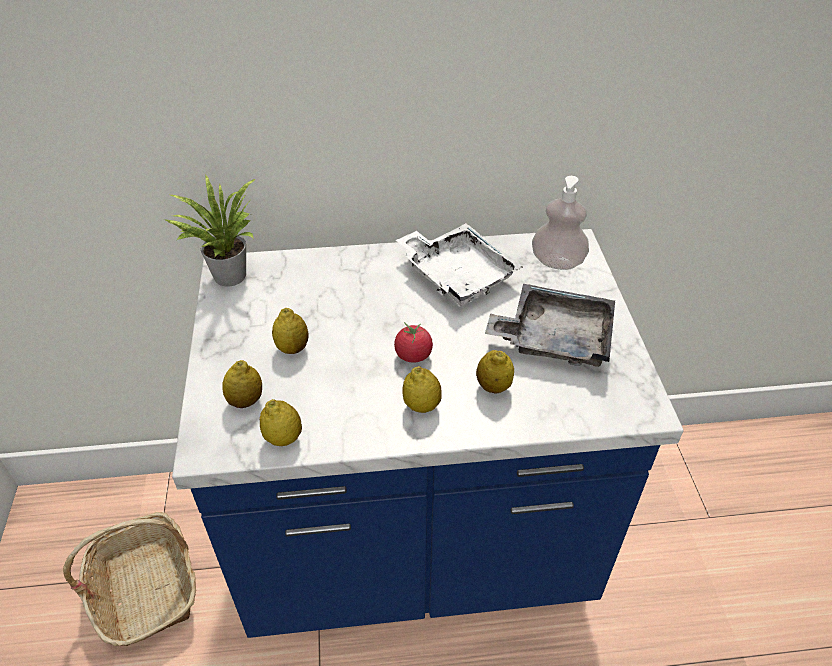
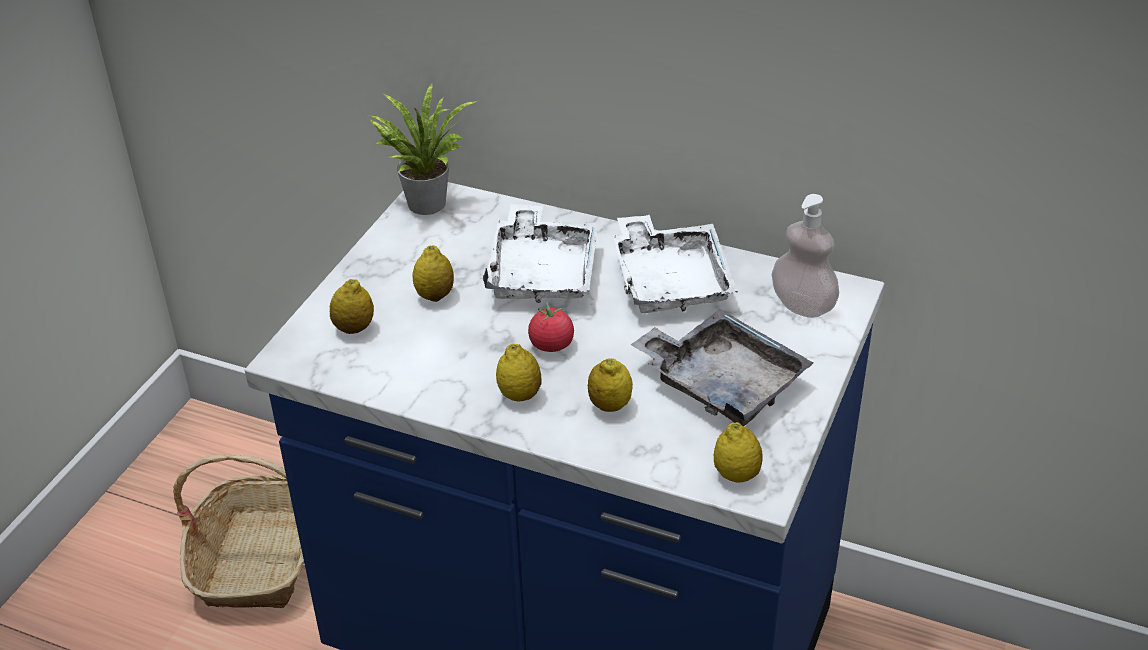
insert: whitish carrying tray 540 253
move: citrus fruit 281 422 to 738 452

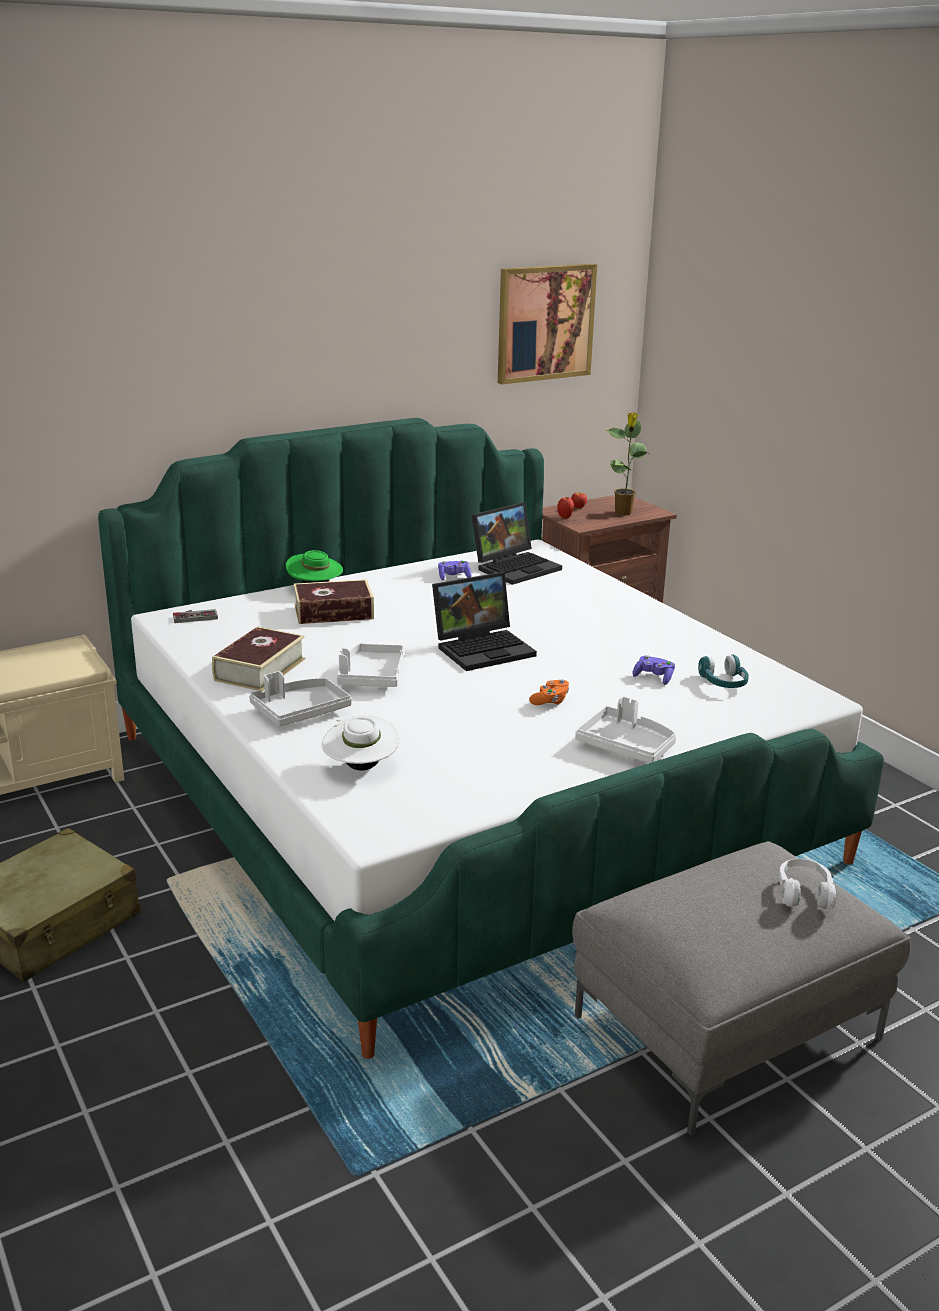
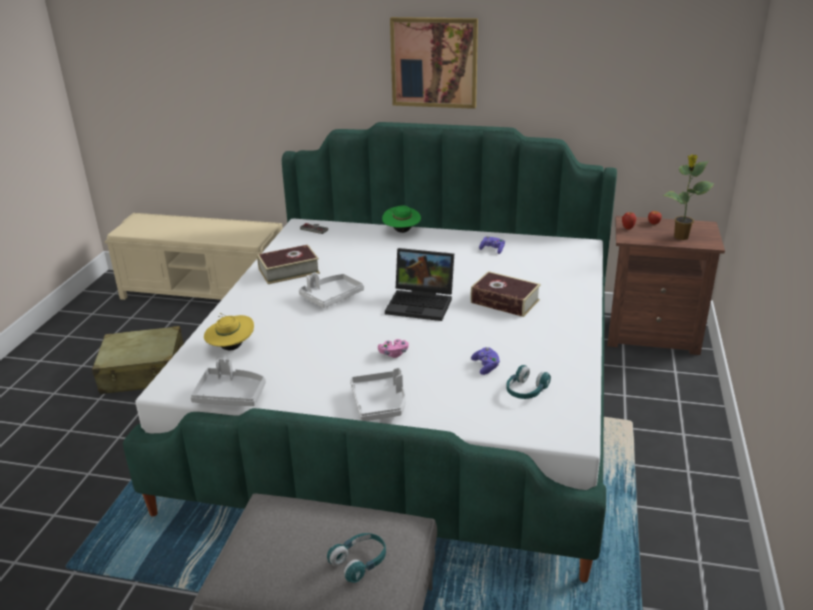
delete: laptop 516 543
move: gray carrying tray 300 698 to 228 382; wall picture 547 324 to 434 63; book 334 601 to 506 294
recolor: whitish clothing hat 361 743 to yellow clothing hat 229 331; whitish pair of headphones 808 884 to blue-green pair of headphones 356 558; orange game controller 549 692 to pink-coloured game controller 393 348

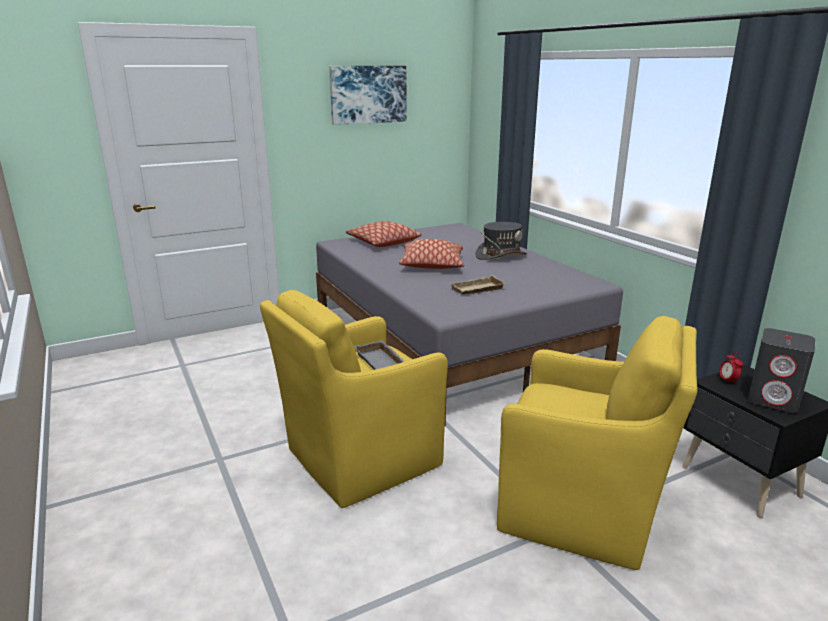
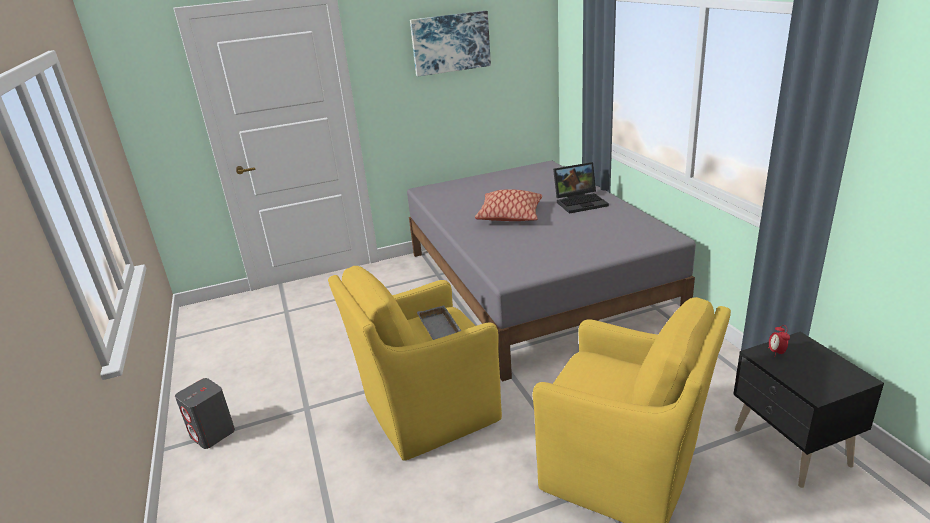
delete: throw pillow 384 234; beige-coloured carrying tray 478 285
move: gray loudspeaker 781 370 to 205 413
replace: gray clothing hat 501 241 to laptop 581 188

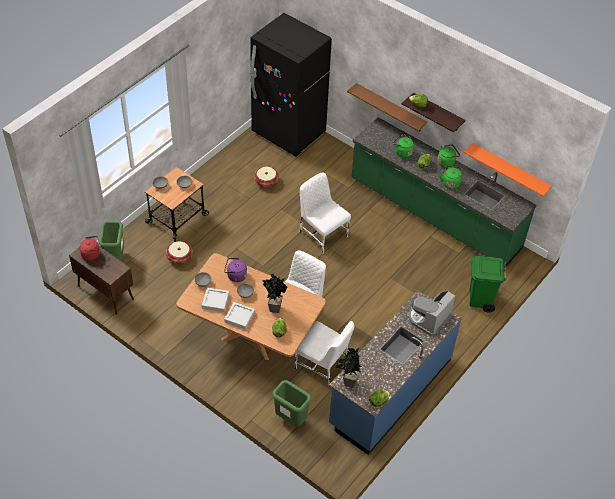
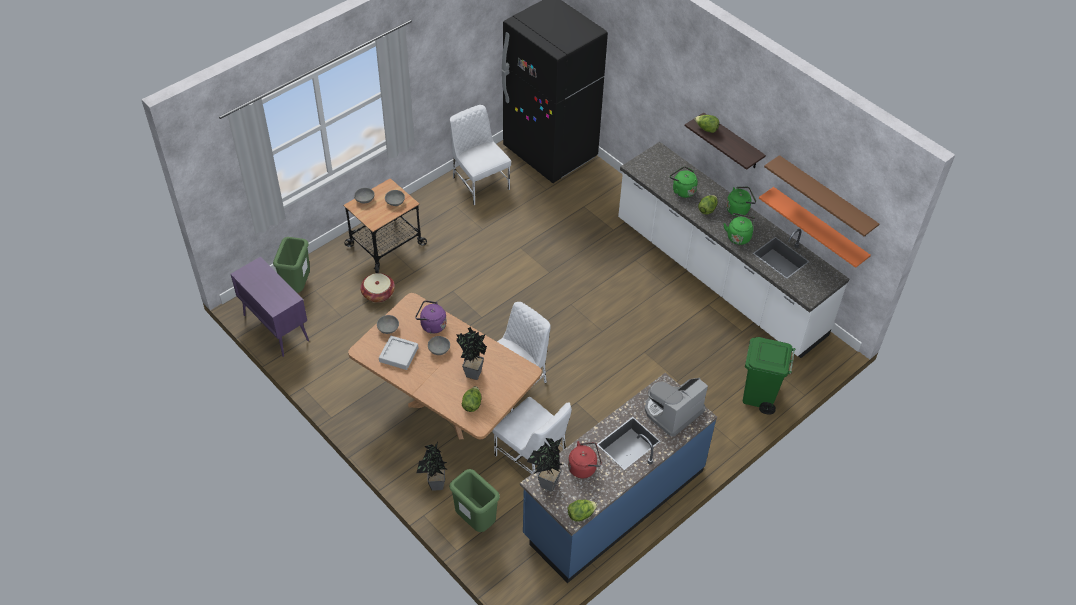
delete: gray carrying tray 239 316; storage basket 266 177
insert: houseplant 432 466
move: whitish chair 325 213 to 480 155; reddish water kettle 90 248 to 585 459; brownish shelf 387 107 to 821 195
recolor: brownish cabinet 101 280 to purple cabinet 270 307; green kitchen base unit 444 192 to whitish kitchen base unit 733 250

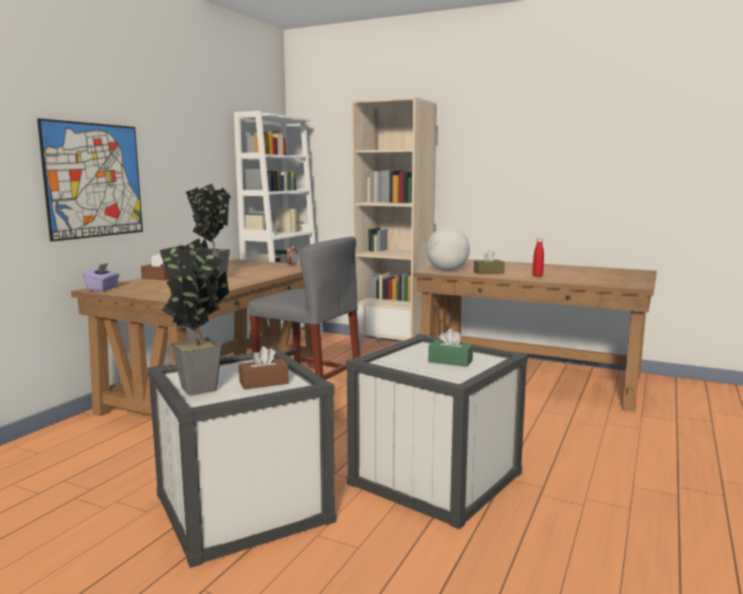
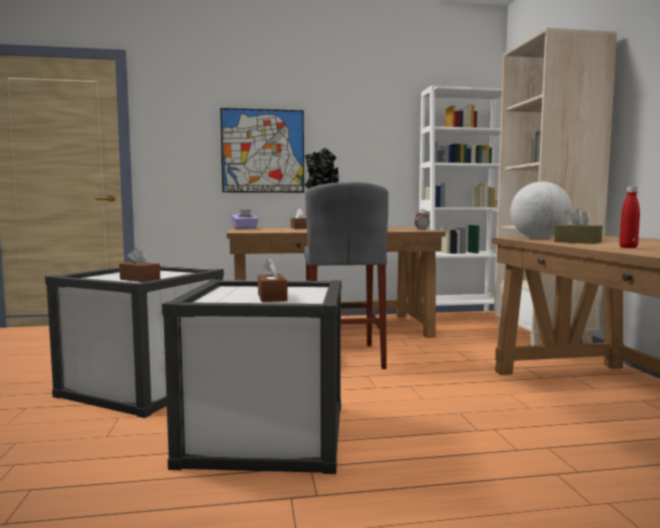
delete: houseplant 194 317
recolor: green tissue box 450 347 to brownish tissue box 273 280

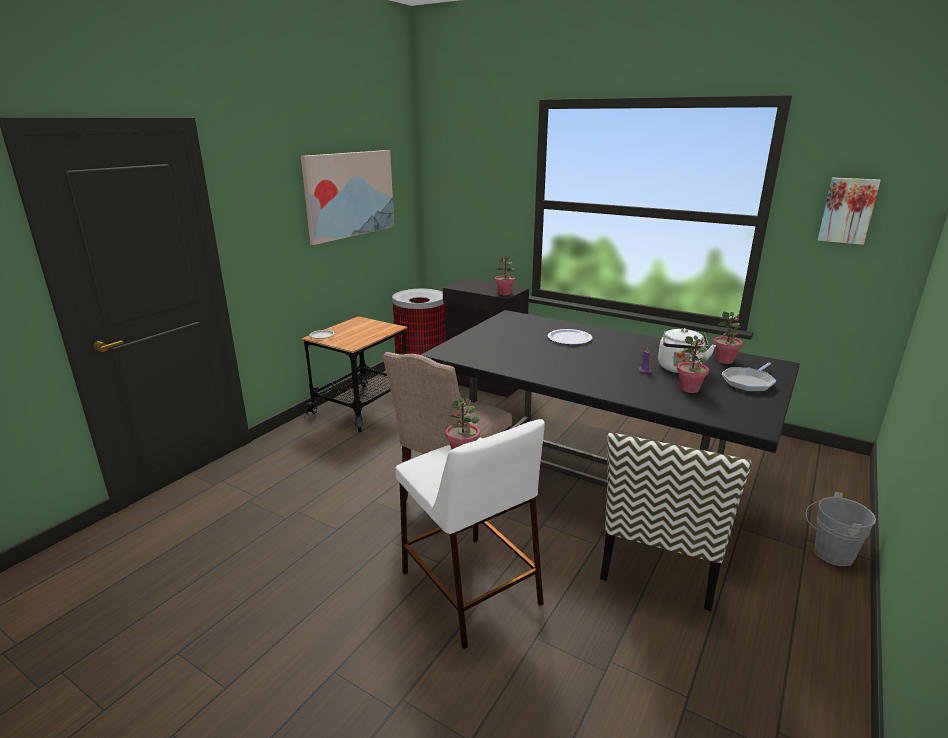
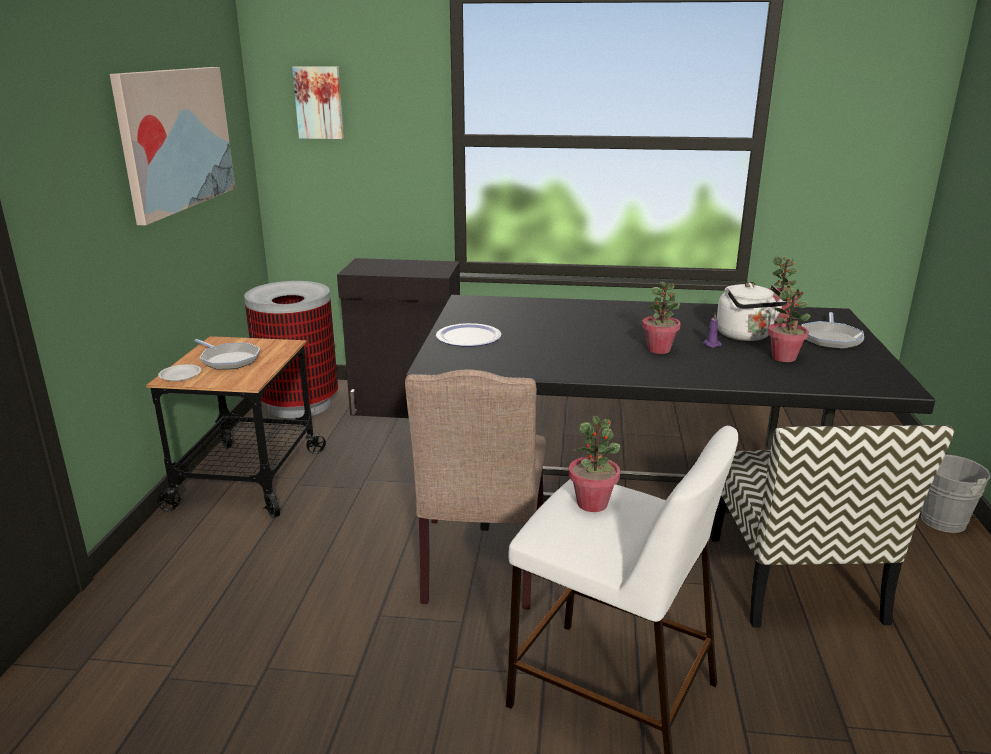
insert: frying pan 227 354
move: wall picture 849 211 to 318 102; flat dish 570 337 to 469 335; houseplant 505 275 to 661 318

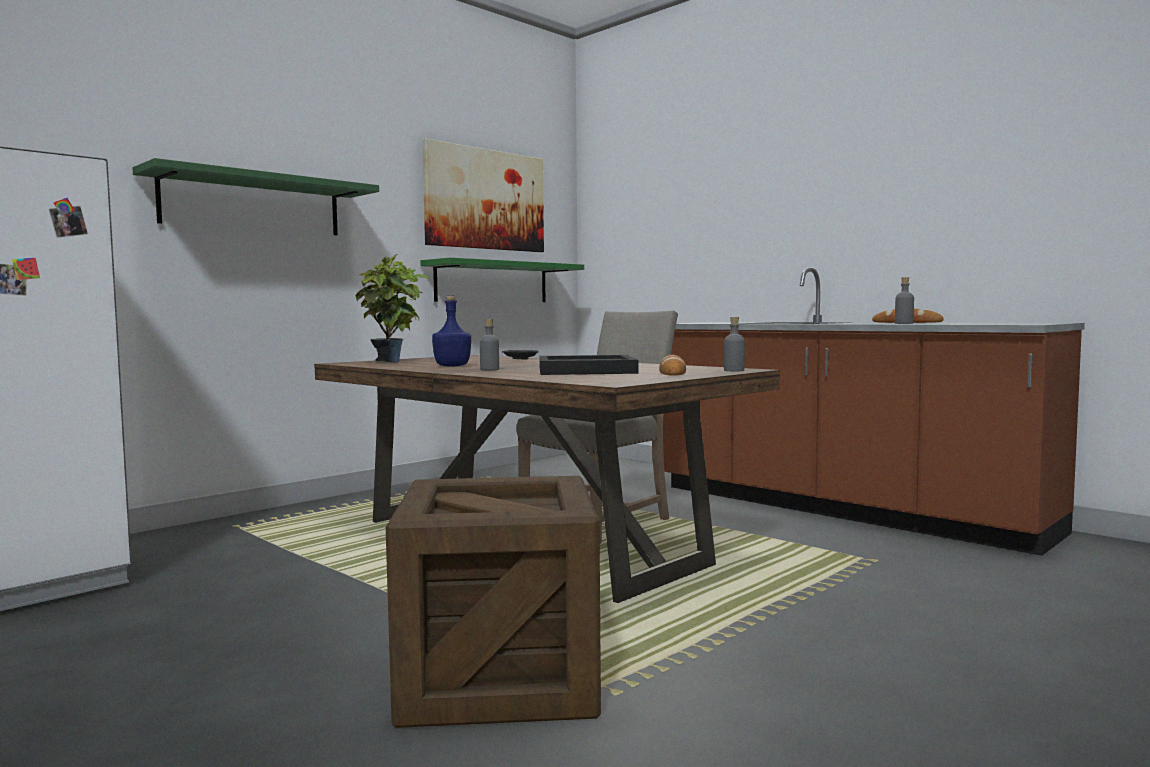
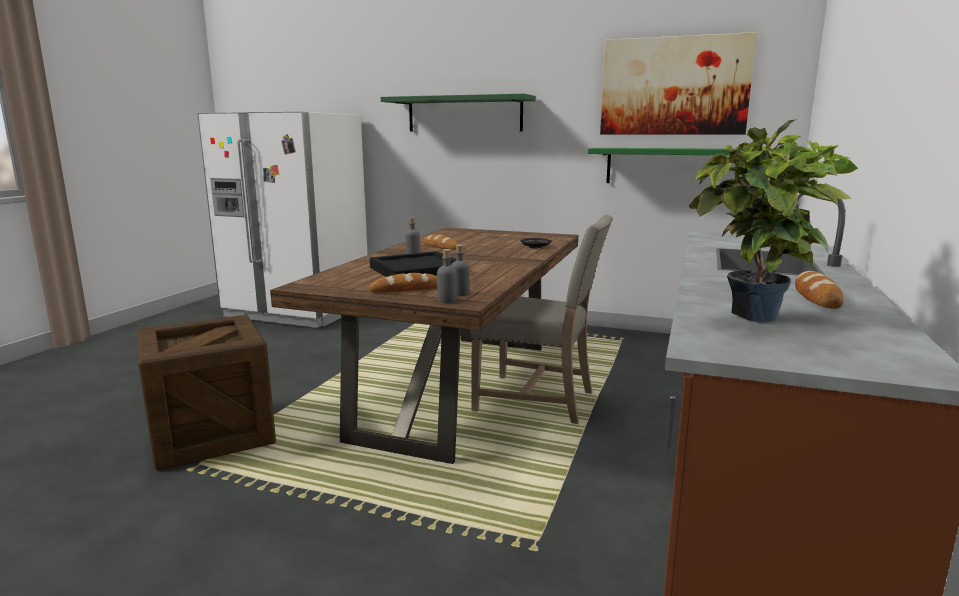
move: gray beverage bottle 904 300 to 460 270; houseplant 392 308 to 773 221
replace: blue-coloured beverage bottle 451 331 to baked bread 441 242

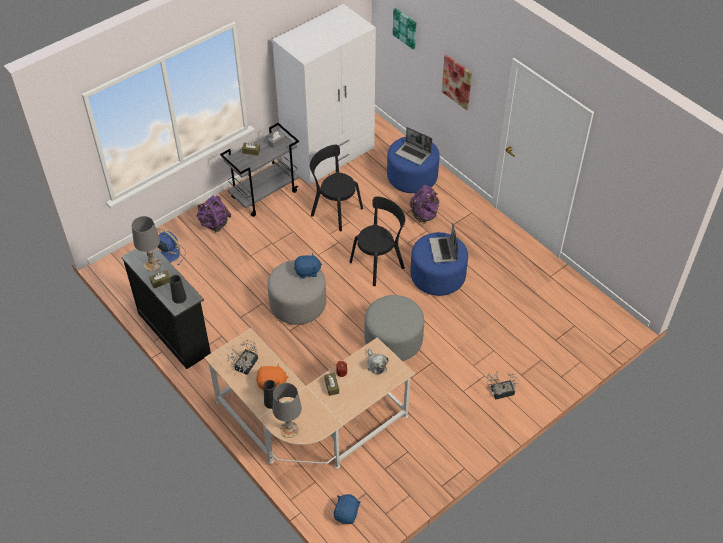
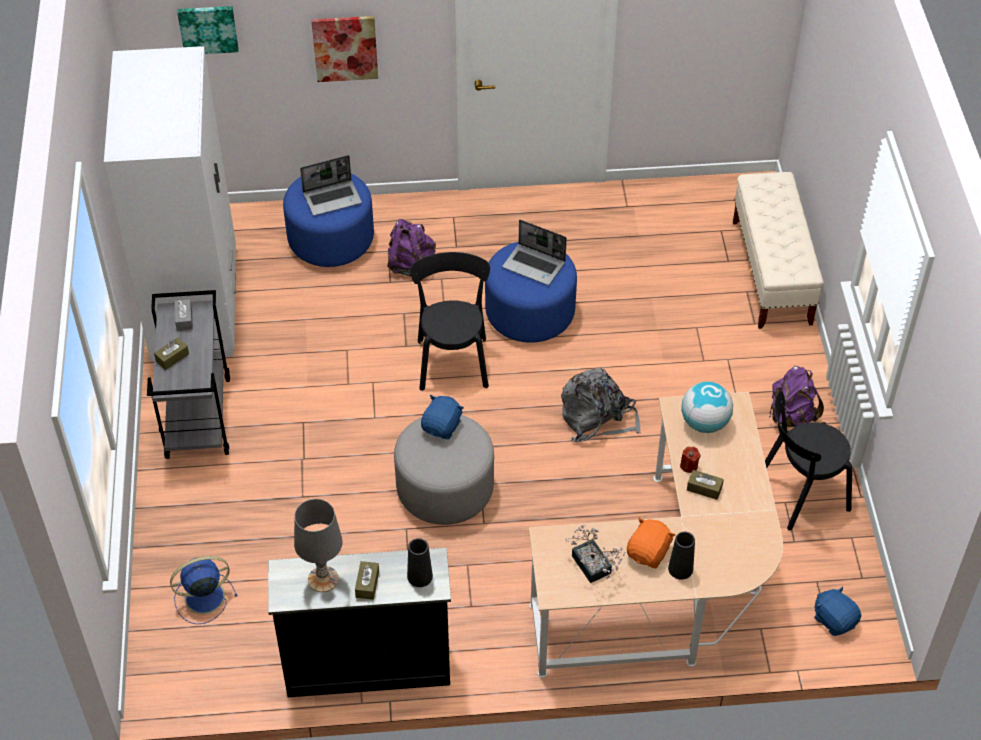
delete: gray tabletop lamp 287 410; houseplant 502 385
insert: beige-coloured long seat 778 250
move: black chair 336 188 to 808 461; purple backpack 213 213 to 796 396
replace: gray pouffe 394 328 to gray backpack 601 405; cuddly toy 378 361 to globe 707 407

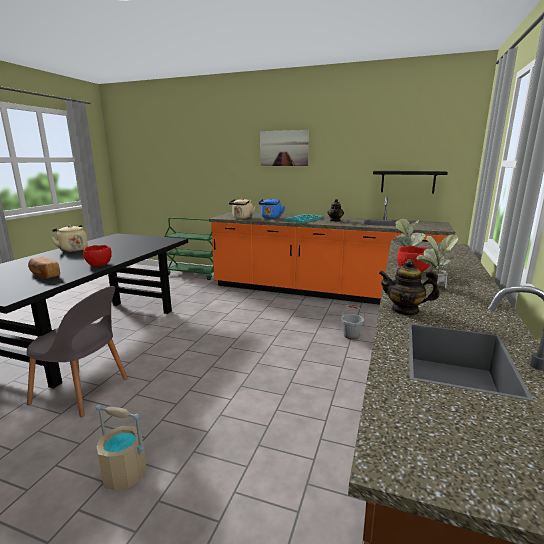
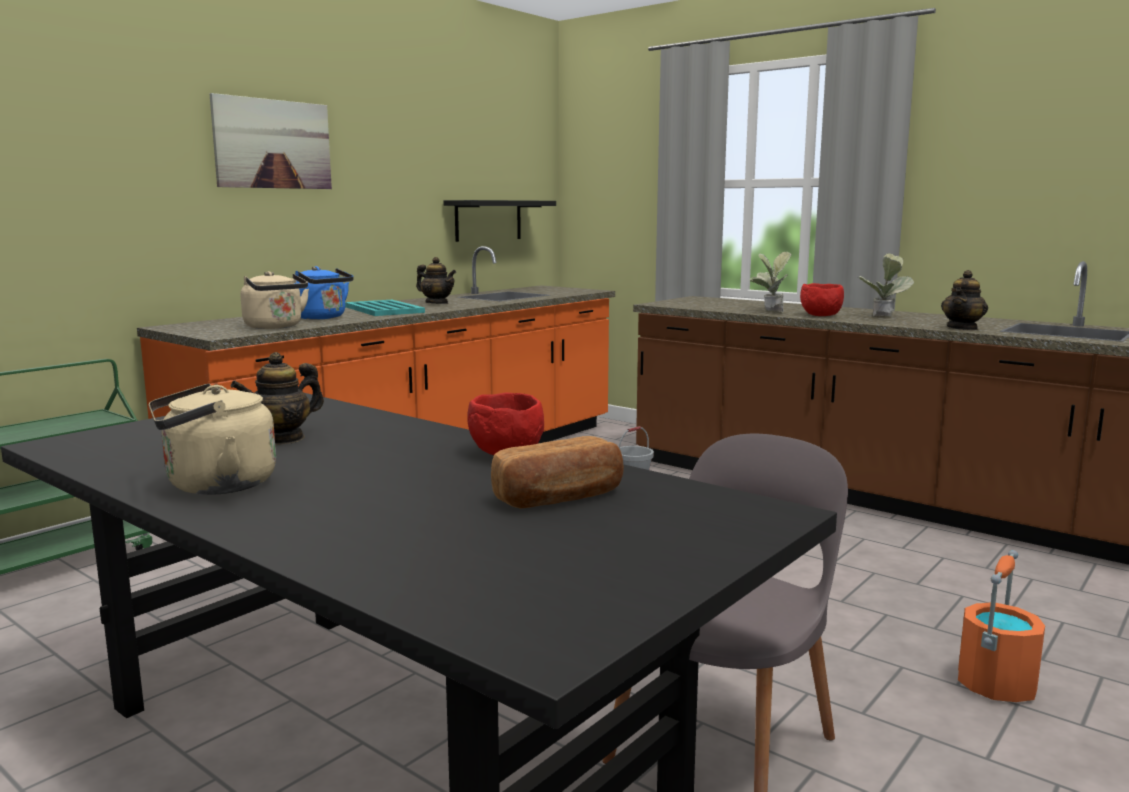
insert: pot for tea 277 398
recolor: beige-coloured water bucket 121 447 to orange water bucket 1001 626

